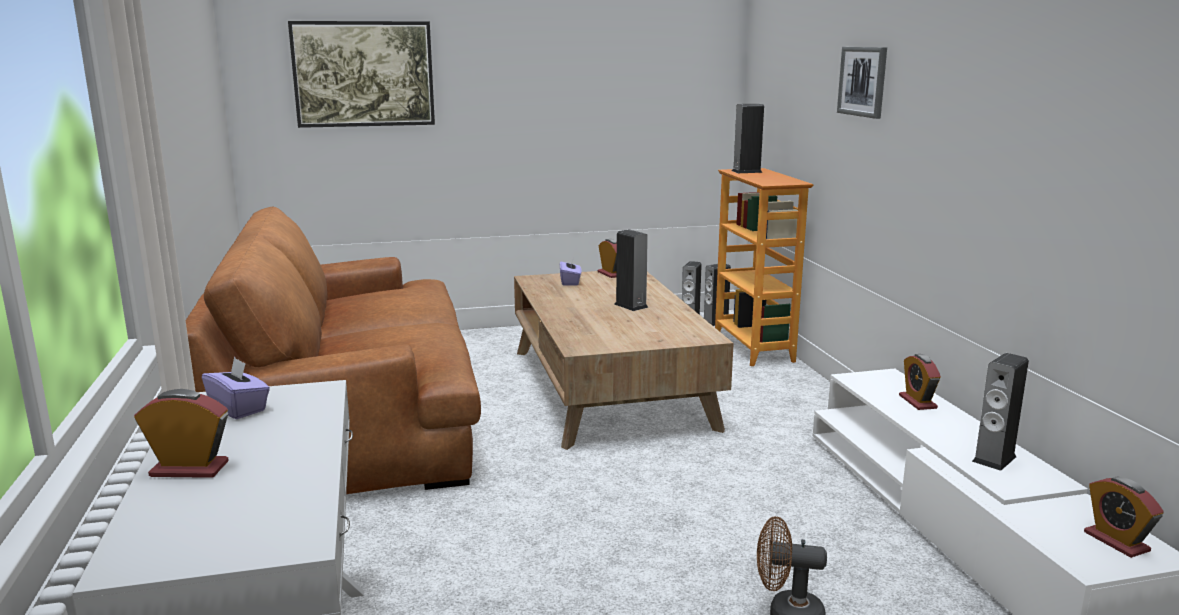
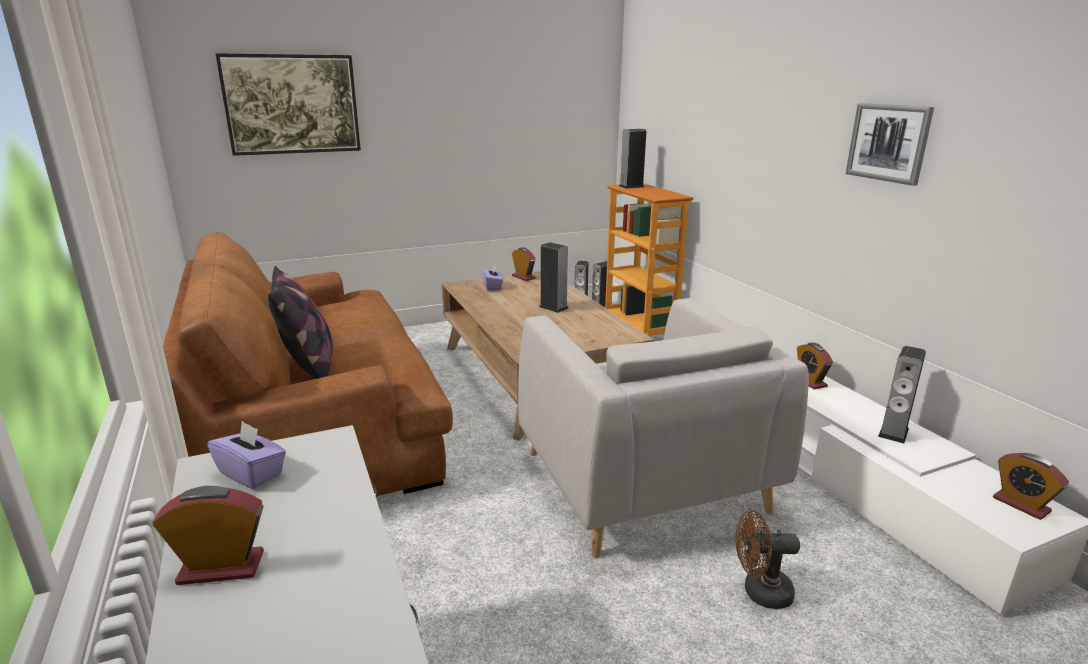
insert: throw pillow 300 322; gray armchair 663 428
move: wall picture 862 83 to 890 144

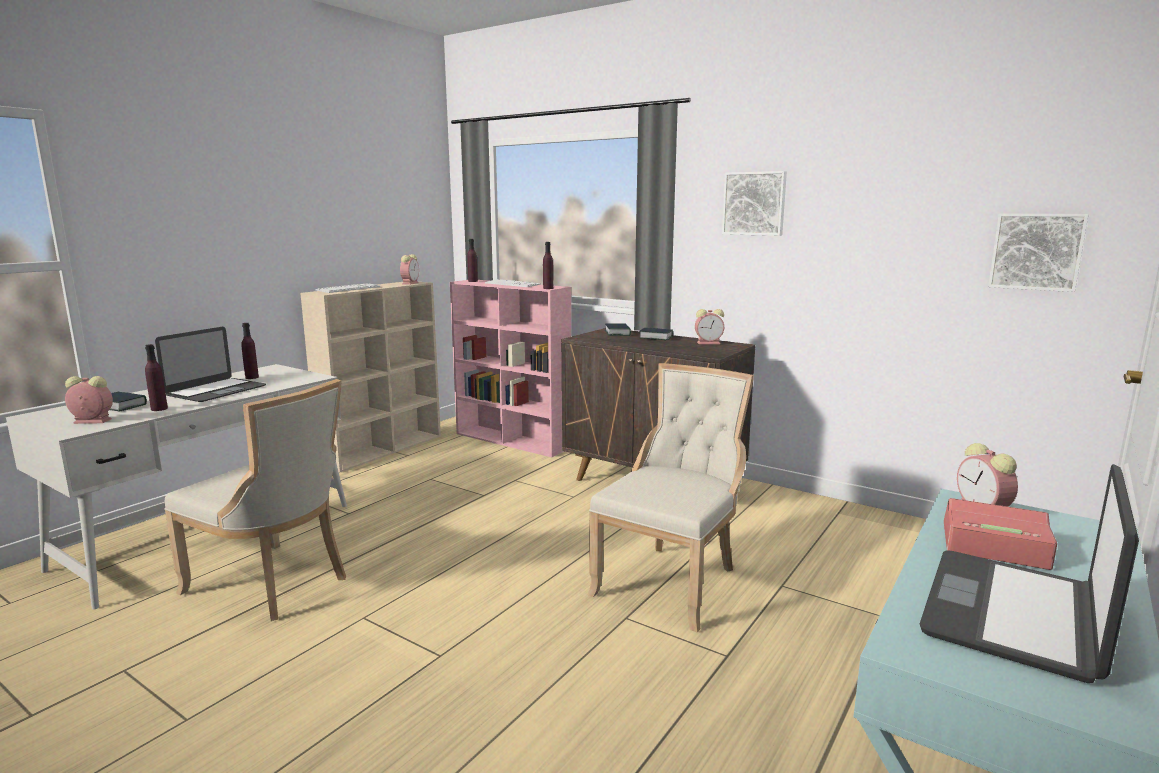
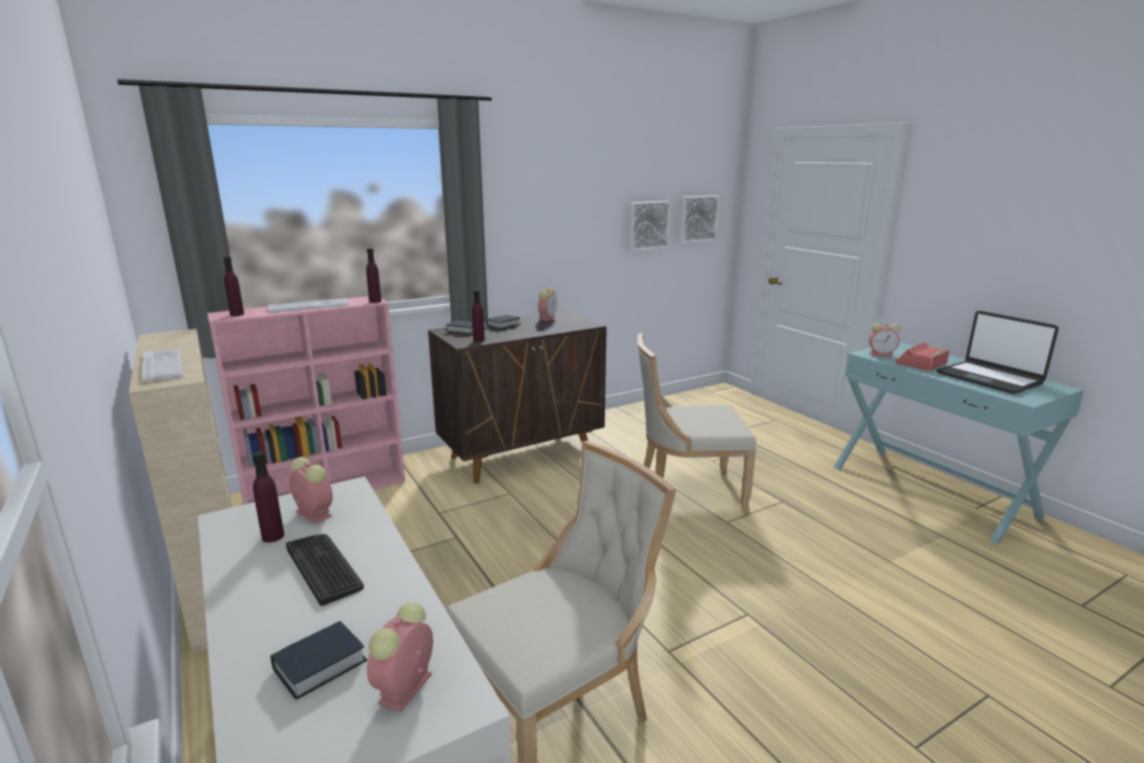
move: table clock 409 269 to 311 490; purple beverage bottle 156 377 to 478 316; wall picture 754 203 to 649 226
replace: laptop 210 364 to computer keyboard 325 570
rotate: beige-coloured chair 670 497 = 696 423 60 degrees counterclockwise

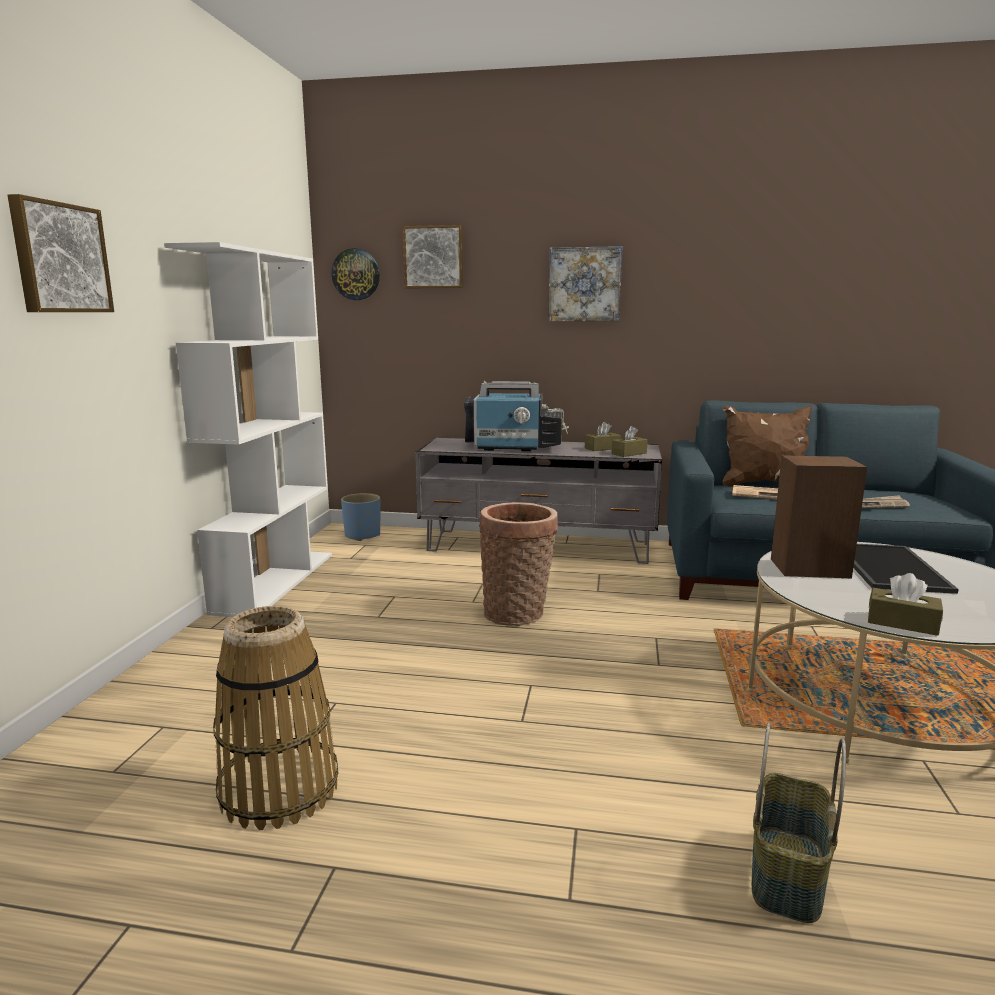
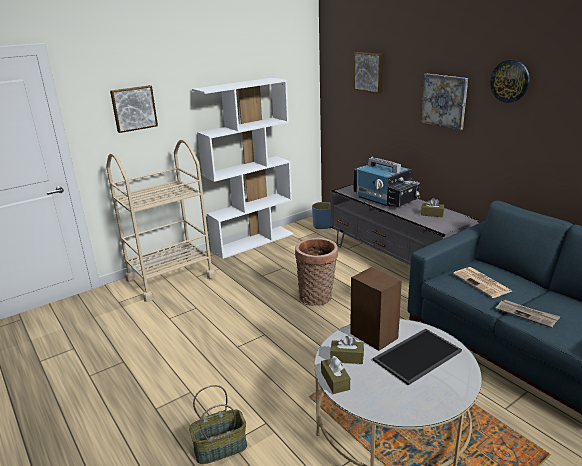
delete: storage basket 275 718; brownish throw pillow 767 446
insert: beige-coloured cart 161 220
move: brownish tissue box 629 441 to 347 350; wall clock 355 274 to 510 81

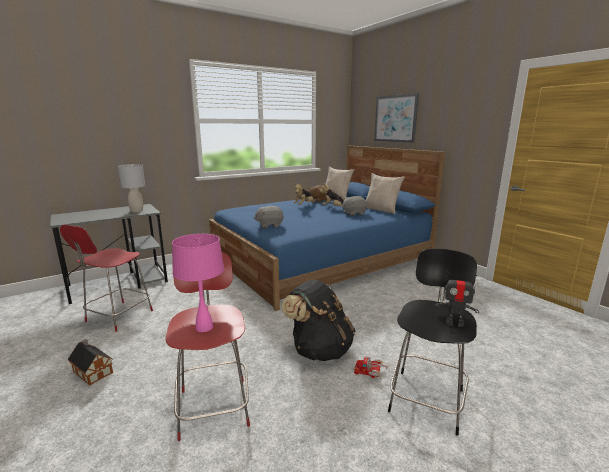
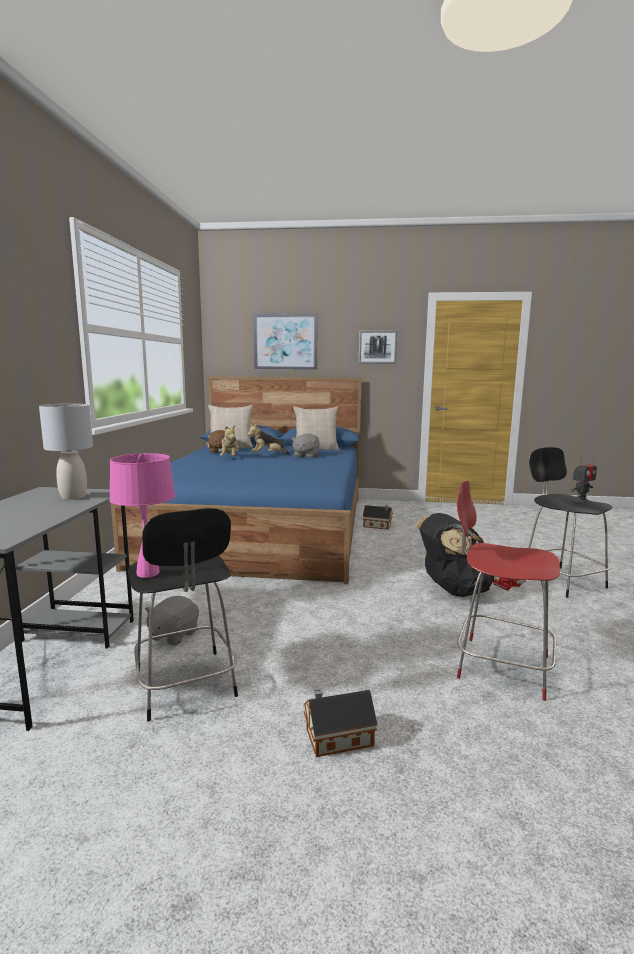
insert: wall picture 378 347; toy house 378 517
move: pink-coloured tabletop lamp 198 283 to 142 515; gray cuddly toy 269 217 to 172 621
recolor: reddish stool seat 106 278 to black stool seat 183 615

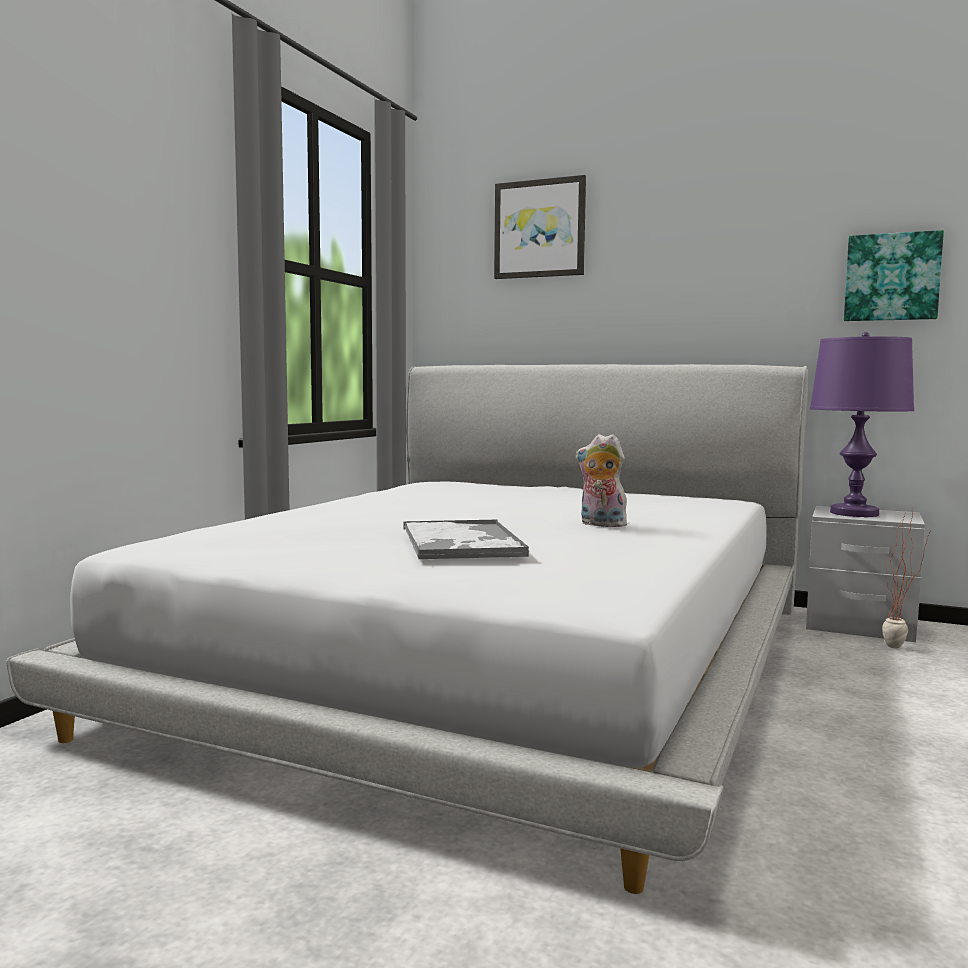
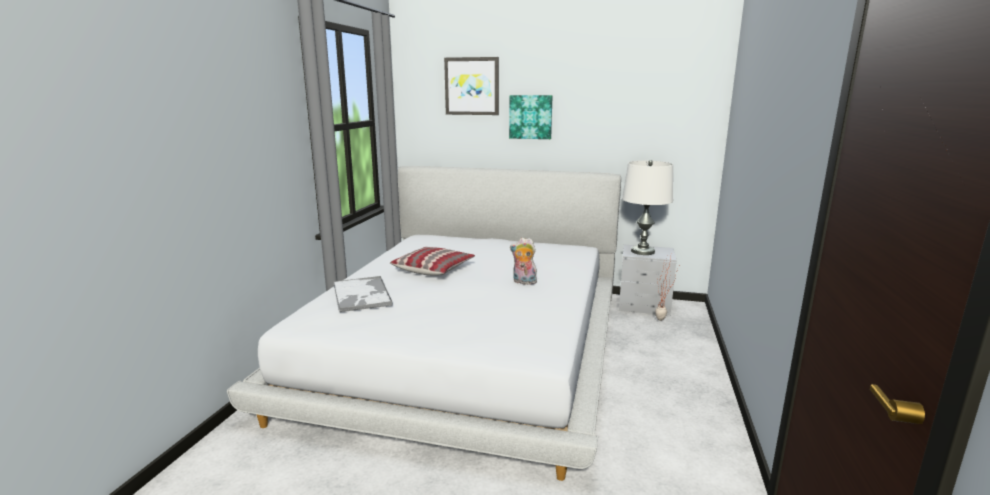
insert: throw pillow 432 261
move: carrying tray 466 539 to 363 294; wall picture 894 275 to 531 117
recolor: purple tabletop lamp 862 424 to whitish tabletop lamp 647 207

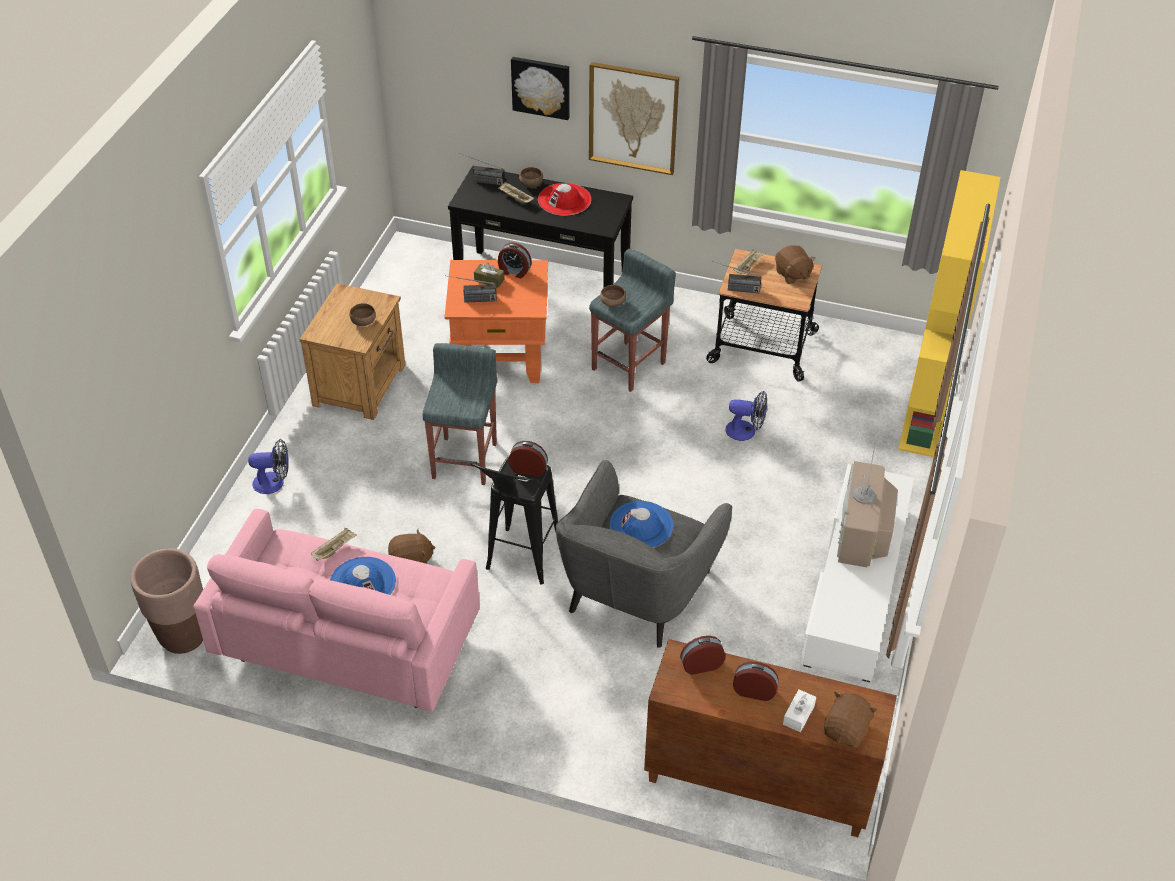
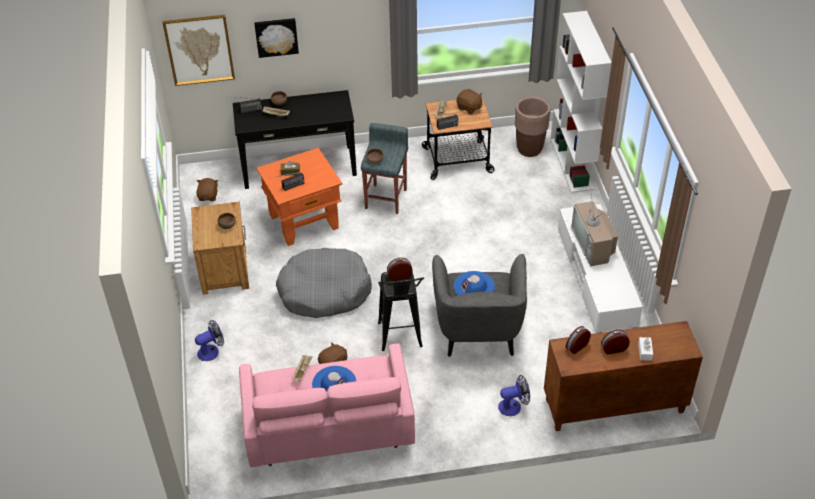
delete: table clock 514 260; reddish clothing hat 564 199
move: wall picture 634 118 to 199 50; brownish cuddly toy 850 719 to 207 189; electric fan 746 416 to 514 395; brownish planter 166 601 to 533 126
replace: gray stool seat 460 414 to gray dog cushion 324 283
recolor: yellow bookcase 949 313 to whitish bookcase 581 102

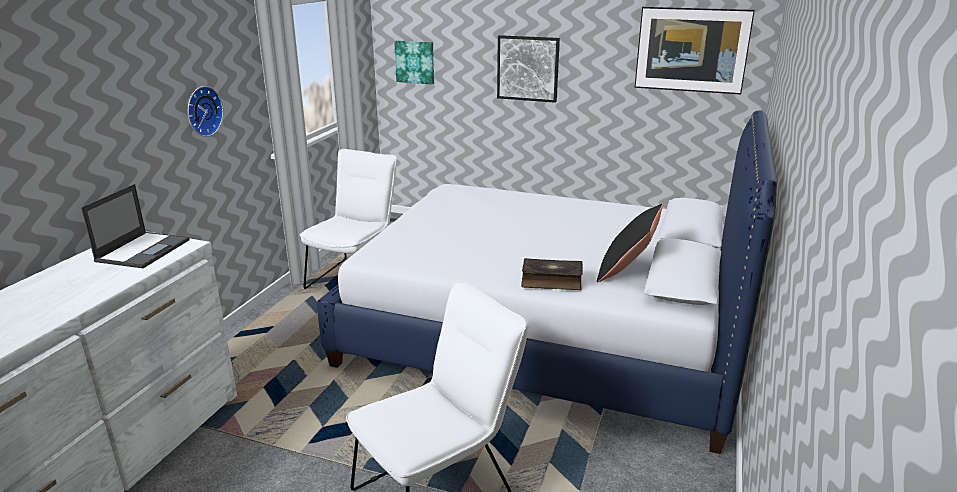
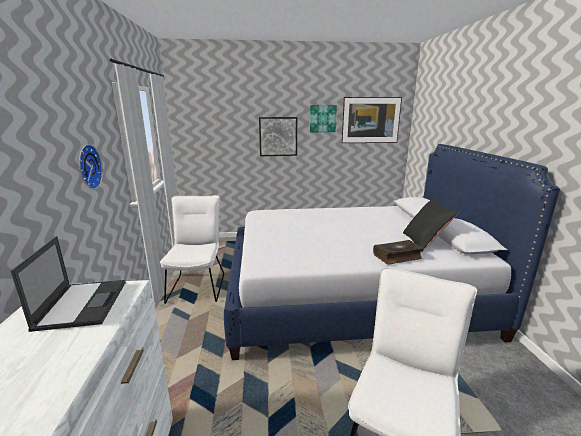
move: wall picture 414 62 to 323 118

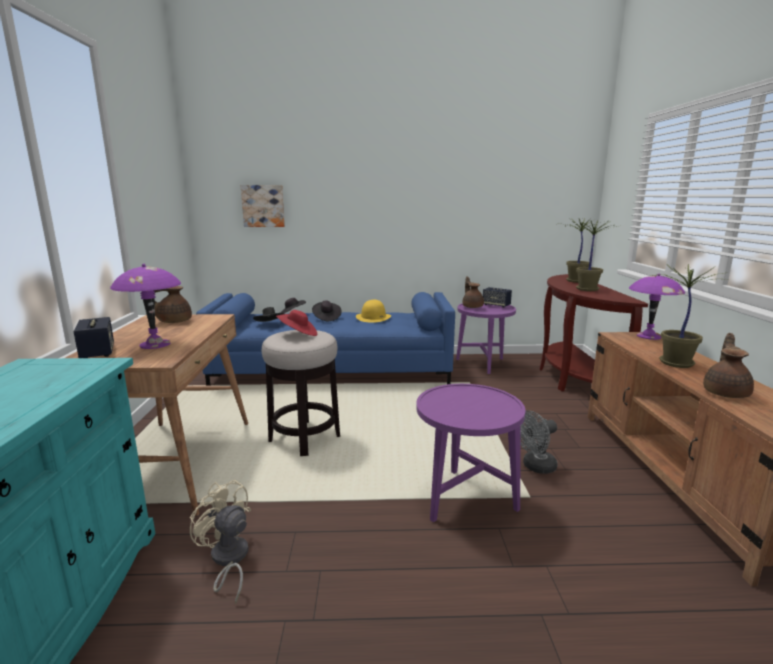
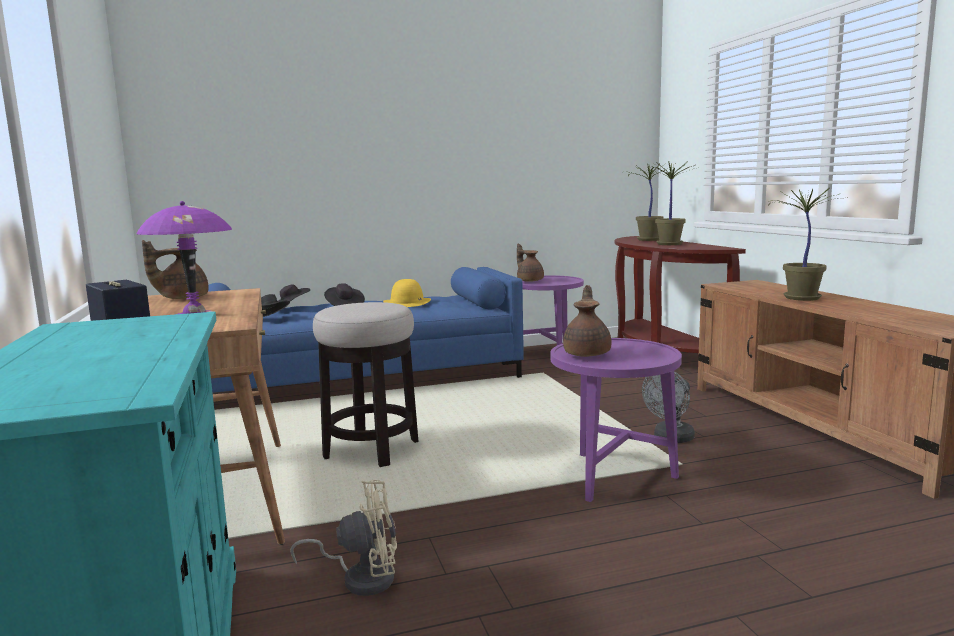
delete: wall picture 263 206; reddish clothing hat 296 323; loudspeaker 497 297; purple tabletop lamp 657 307
move: brownish pot for tea 728 365 to 587 321
rotate: beige-coloured electric fan 220 542 = 343 538 150 degrees clockwise

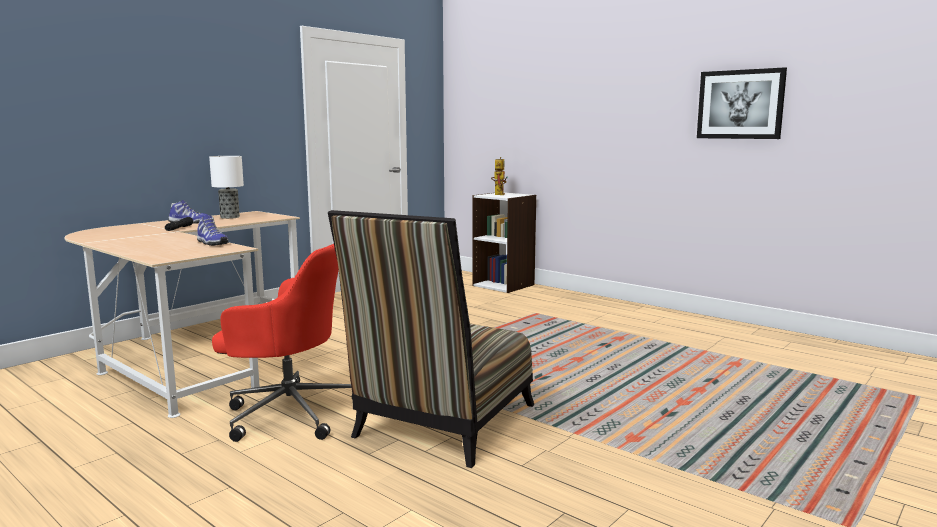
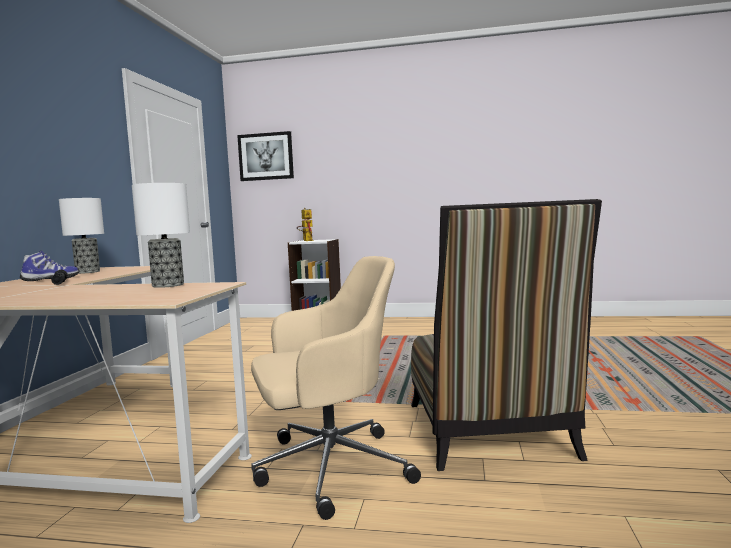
move: wall picture 742 103 to 265 156
replace: shoe 212 230 to tabletop lamp 161 235
recolor: reddish office chair 282 343 to beige-coloured office chair 336 388

